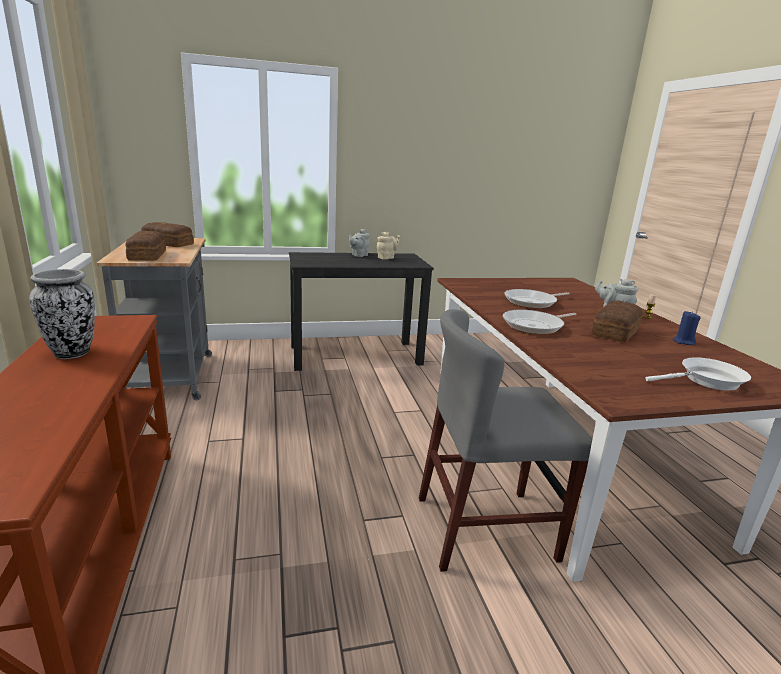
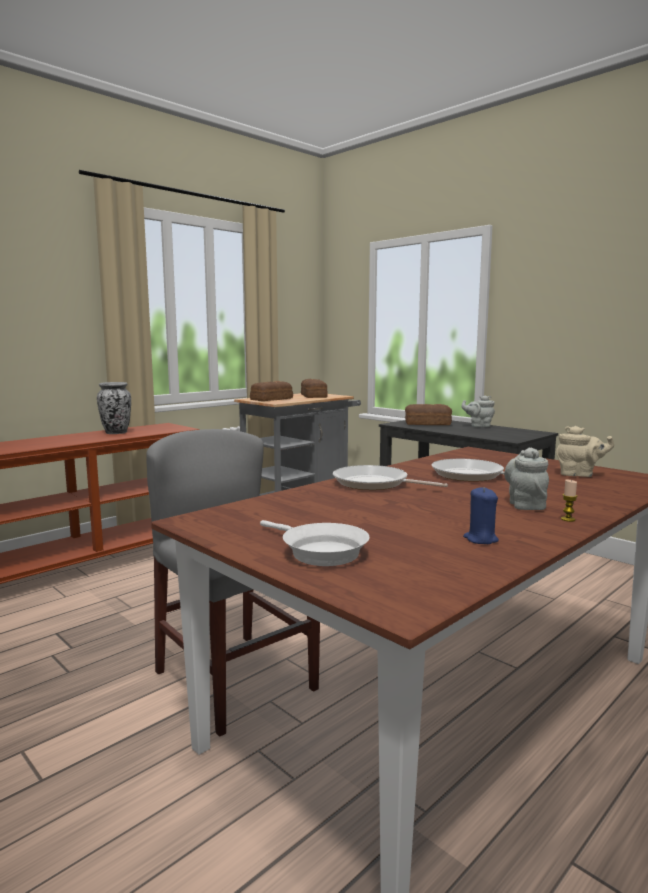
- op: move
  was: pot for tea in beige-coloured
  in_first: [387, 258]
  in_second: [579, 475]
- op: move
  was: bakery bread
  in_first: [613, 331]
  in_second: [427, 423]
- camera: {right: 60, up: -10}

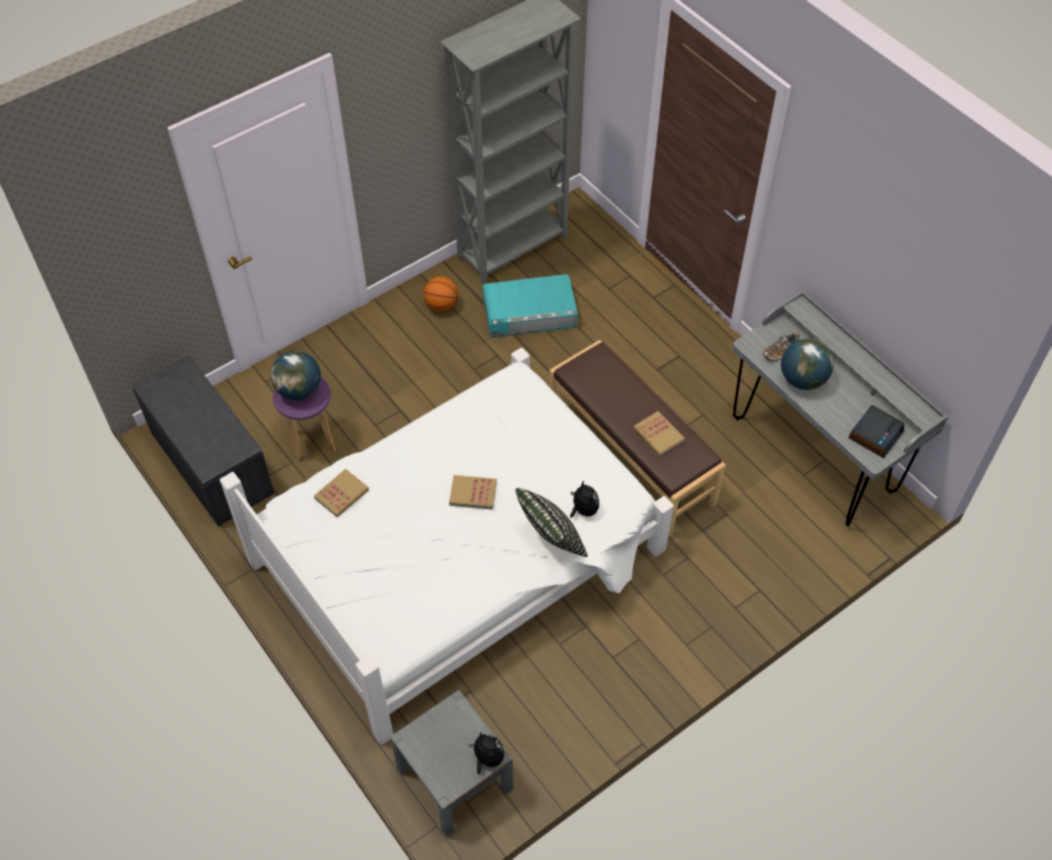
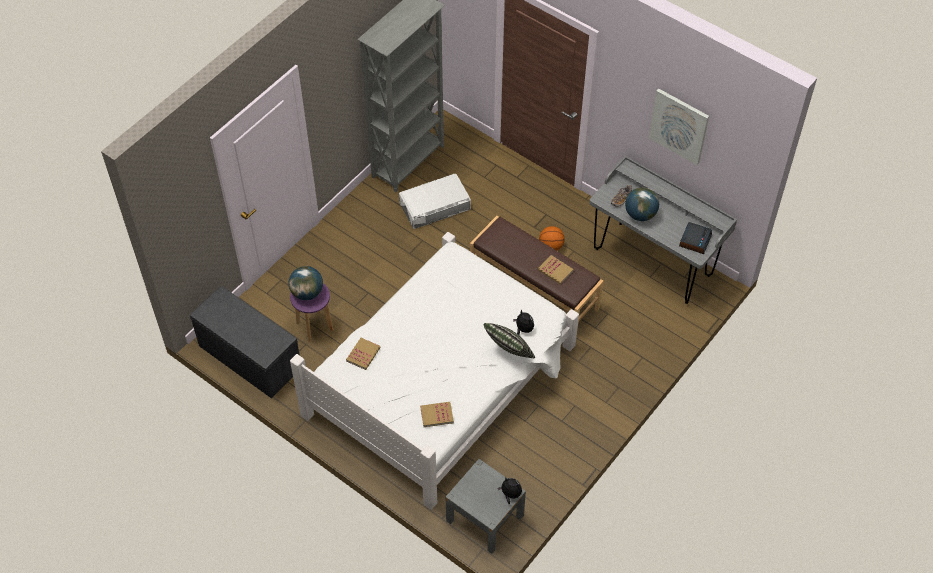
- op: recolor
  was: storage bin in turquoise-coloured
  now: storage bin in white-coloured
  in_first: [529, 312]
  in_second: [434, 205]
- op: move
  was: basketball
  in_first: [441, 305]
  in_second: [551, 246]
- op: move
  was: bound book
  in_first: [473, 493]
  in_second: [436, 415]
- op: insert
  now: wall picture
  in_second: [679, 126]
- camera: {right: -15, up: 0}

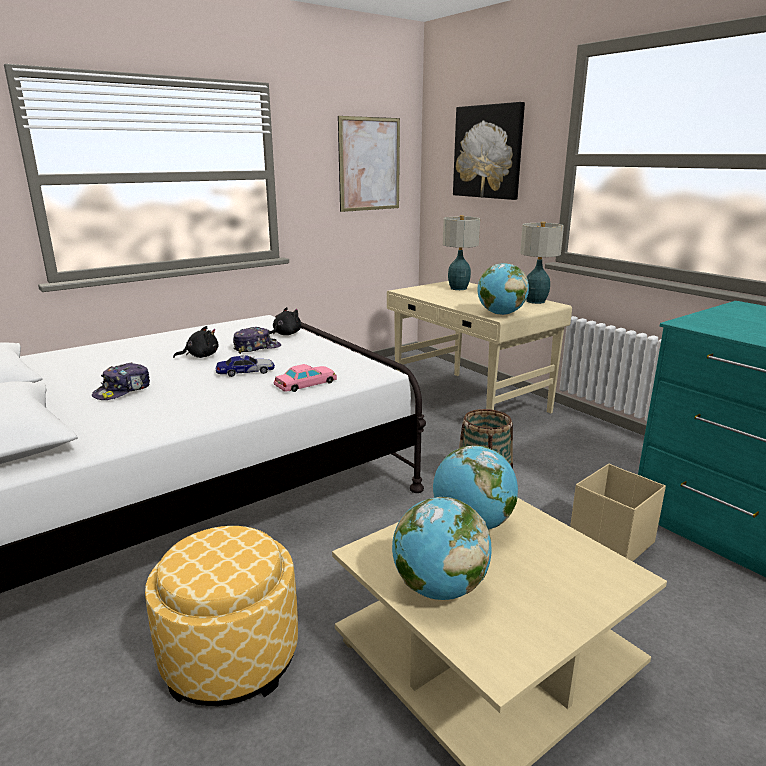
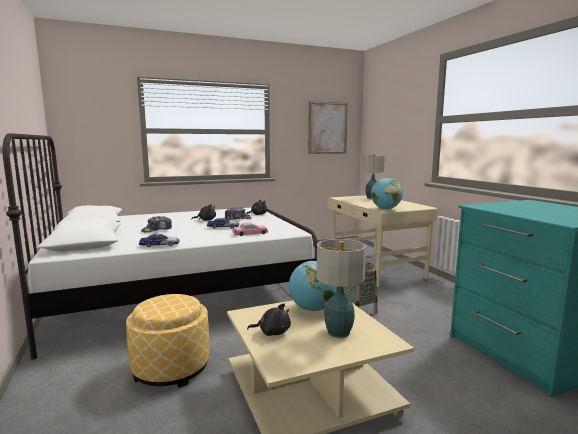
- op: delete
  was: wall picture
  in_first: [488, 152]
- op: move
  was: tabletop lamp
  in_first: [535, 301]
  in_second: [338, 332]
- op: delete
  was: storage bin in beige-coloured
  in_first: [610, 542]
- op: replace
  was: world globe
  now: plush toy in blackish
  in_first: [439, 588]
  in_second: [272, 332]
- op: insert
  now: model car
  in_second: [159, 245]
- camera: {right: 15, up: -10}

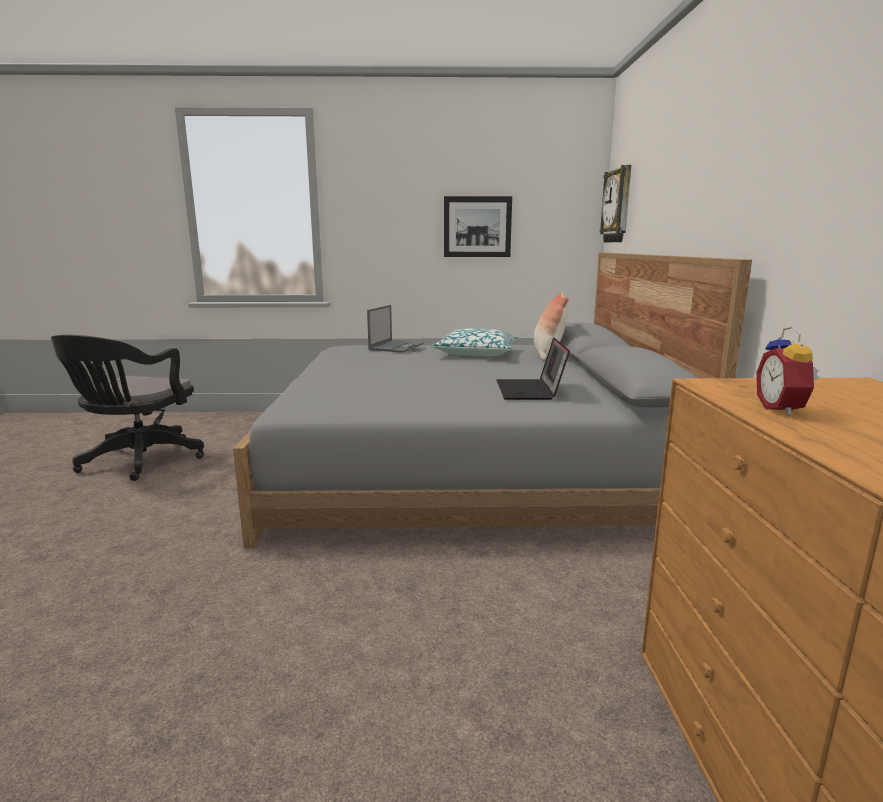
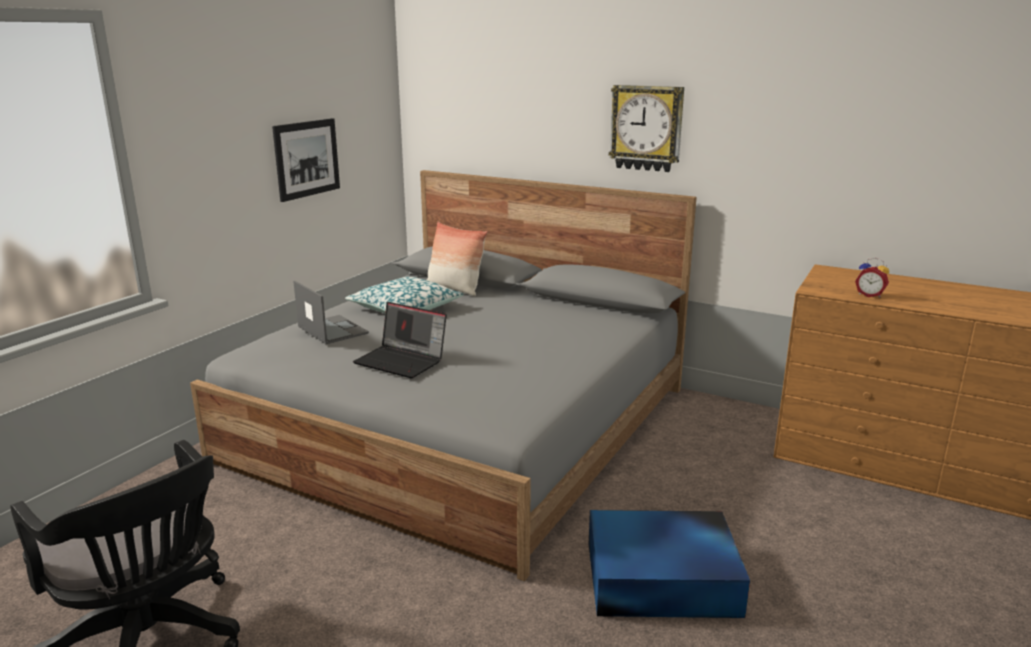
- op: move
  was: clock on the wall
  in_first: [618, 206]
  in_second: [646, 128]
- op: move
  was: portable computer
  in_first: [530, 391]
  in_second: [402, 361]
- op: insert
  now: storage bin in bluish
  in_second: [664, 579]
- camera: {right: -60, up: 5}

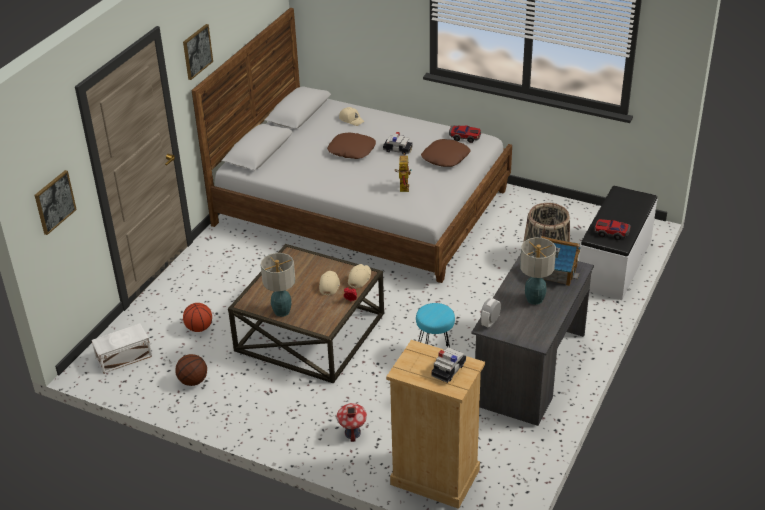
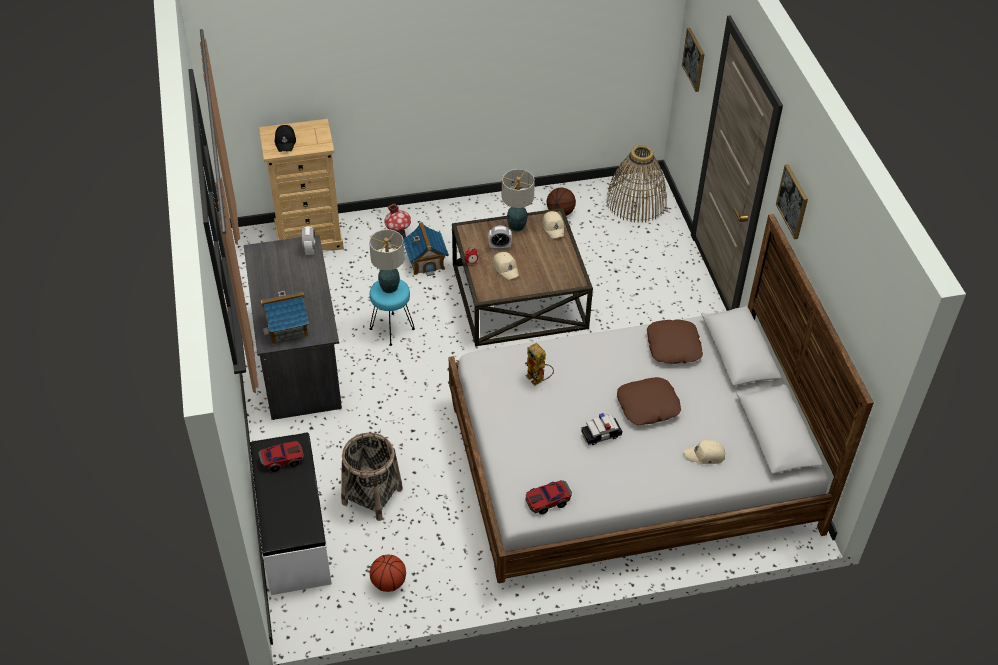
- op: move
  was: cushion in brownish
  in_first: [445, 157]
  in_second: [674, 346]
- op: move
  was: tabletop lamp
  in_first: [534, 300]
  in_second: [389, 287]
- op: move
  was: cap in beige-coloured
  in_first: [359, 278]
  in_second: [553, 227]
- op: move
  was: basketball
  in_first: [199, 328]
  in_second: [389, 582]
- op: replace
  was: storage bin in white-coloured
  now: household basket
  in_first: [123, 357]
  in_second: [636, 202]
- op: replace
  was: model car
  now: cap in blackish
  in_first: [448, 370]
  in_second: [285, 141]
- op: insert
  now: model house
  in_second: [426, 261]
- op: insert
  now: table clock
  in_second: [499, 246]
- camera: {right: 140, up: 10}

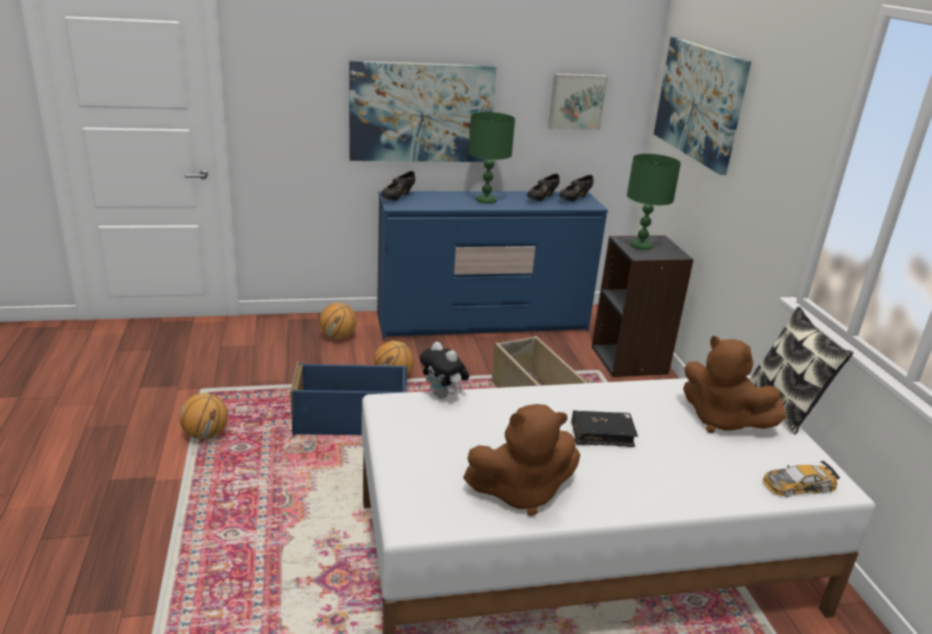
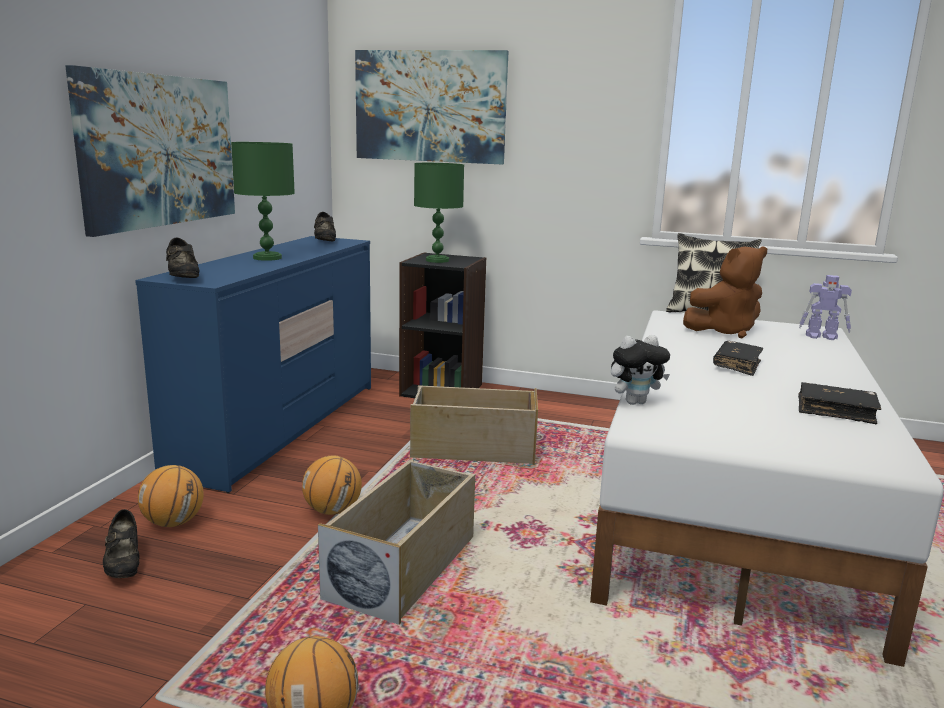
- op: delete
  was: wall picture
  in_first: [576, 101]
- op: move
  was: shoe in blackish
  in_first: [541, 199]
  in_second: [124, 565]
- op: recolor
  was: storage bin in bluish
  now: storage bin in beige-coloured
  in_first: [351, 420]
  in_second: [404, 566]
- op: replace
  was: plush toy in brownish
  now: bound book in blackish
  in_first: [521, 492]
  in_second: [836, 411]
- op: replace
  was: model car
  now: model robot
  in_first: [797, 485]
  in_second: [822, 337]
- camera: {right: -60, up: -10}

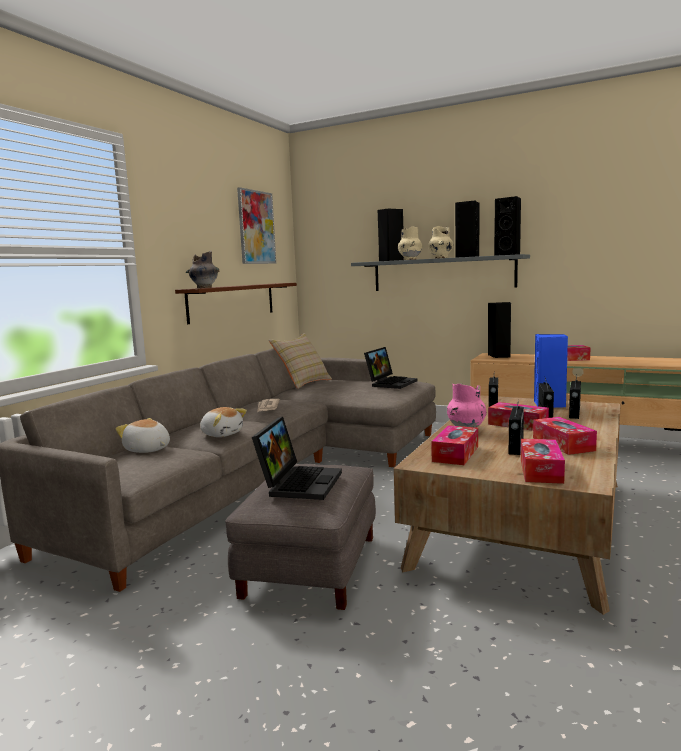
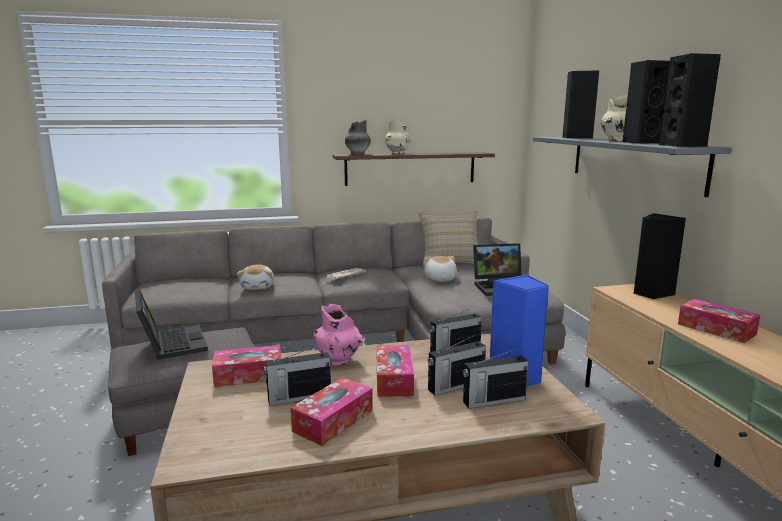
- op: delete
  was: wall picture
  in_first: [256, 227]
- op: move
  was: decorative vase in beige-coloured
  in_first: [410, 259]
  in_second: [397, 153]
- op: rotate
  was: portable computer
  in_first: [299, 483]
  in_second: [171, 343]
  clockwise: -90
- op: move
  was: plush toy
  in_first: [147, 450]
  in_second: [440, 279]
- op: delete
  was: tissue box
  in_first: [541, 470]
- camera: {right: 50, up: 5}

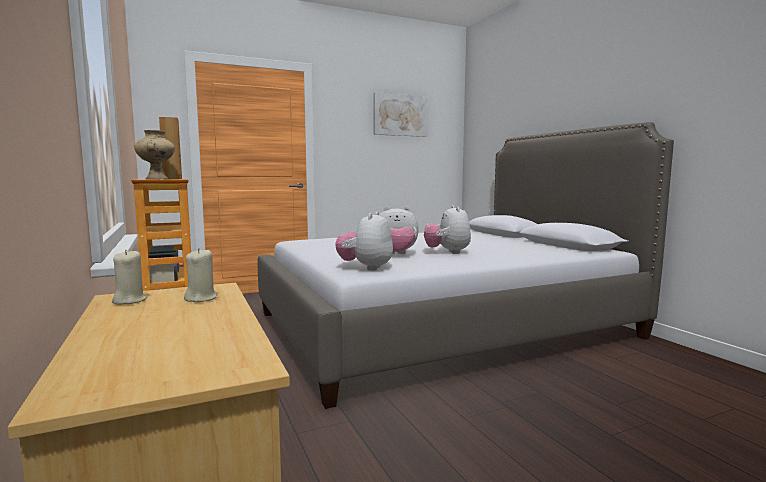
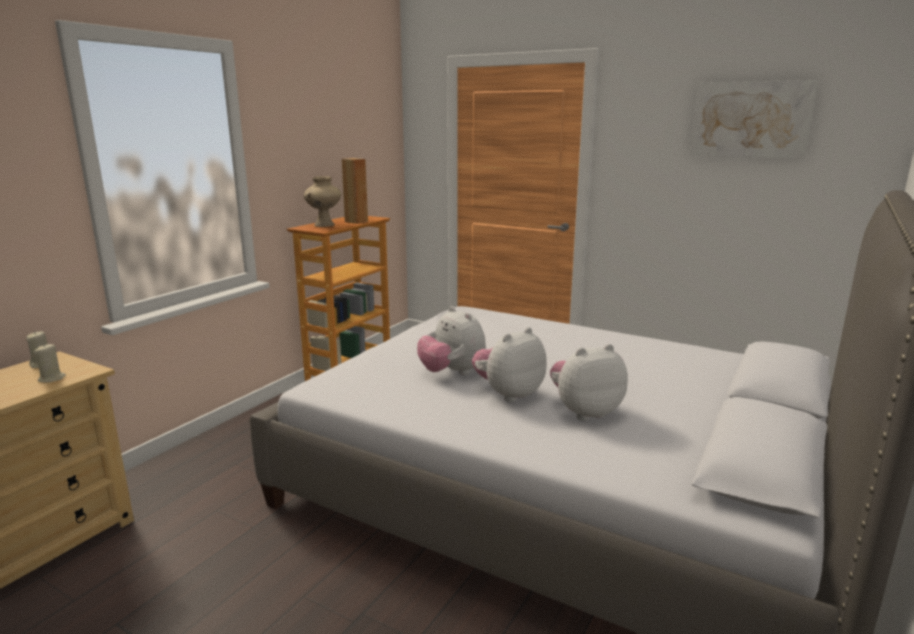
- op: move
  was: plush toy
  in_first: [366, 268]
  in_second: [584, 412]
- camera: {right: 55, up: 10}

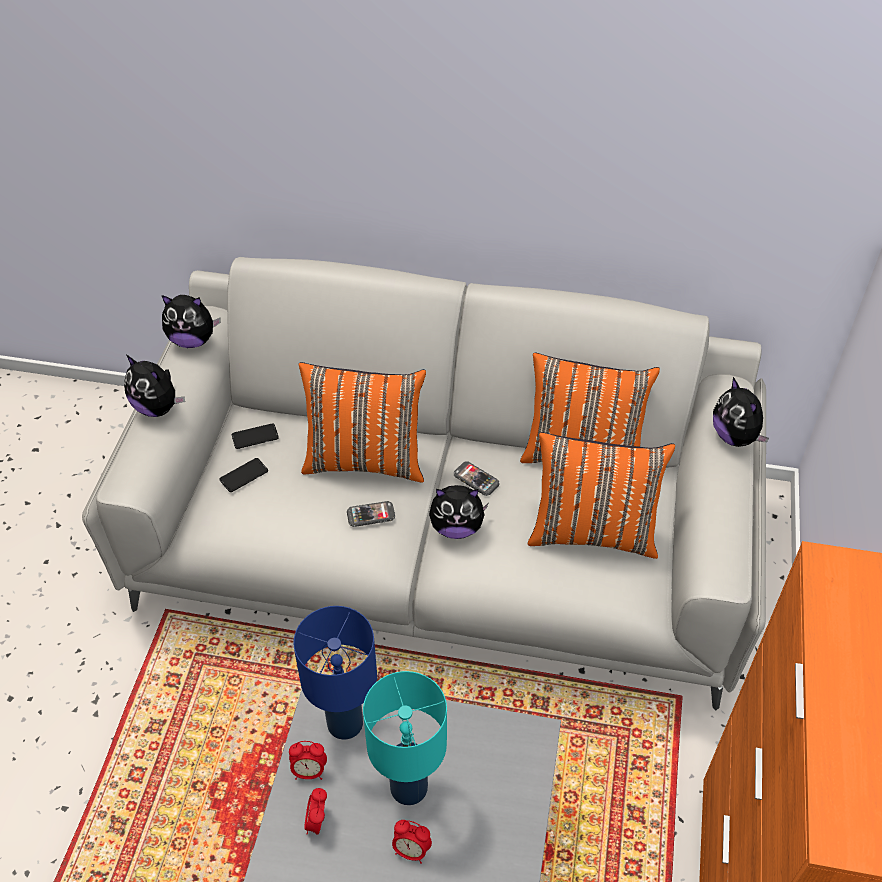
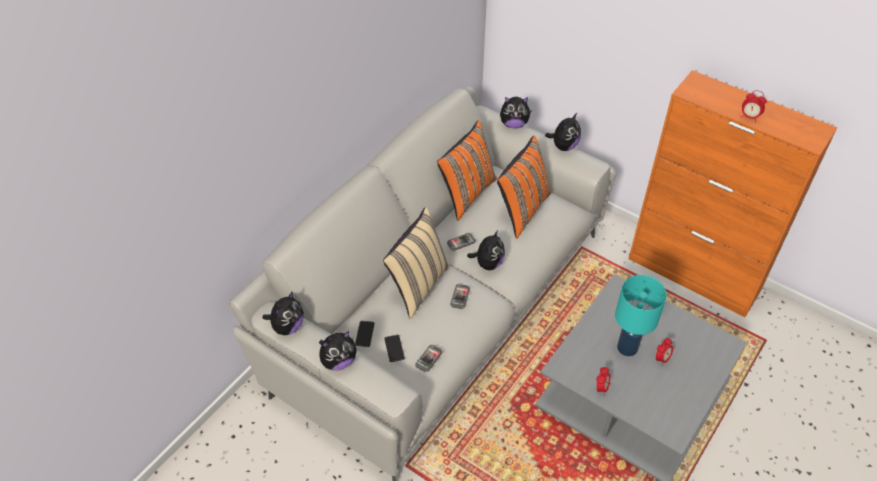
- op: recolor
  was: cushion in orange-coloured
  now: cushion in beige-coloured
  in_first: [365, 460]
  in_second: [417, 286]
- op: delete
  was: tabletop lamp in bluish
  in_first: [346, 722]
- op: move
  was: table clock
  in_first: [317, 822]
  in_second: [749, 117]
- op: insert
  now: plush toy
  in_second: [563, 146]
- op: insert
  now: phone
  in_second: [428, 359]
- camera: {right: -65, up: 0}

